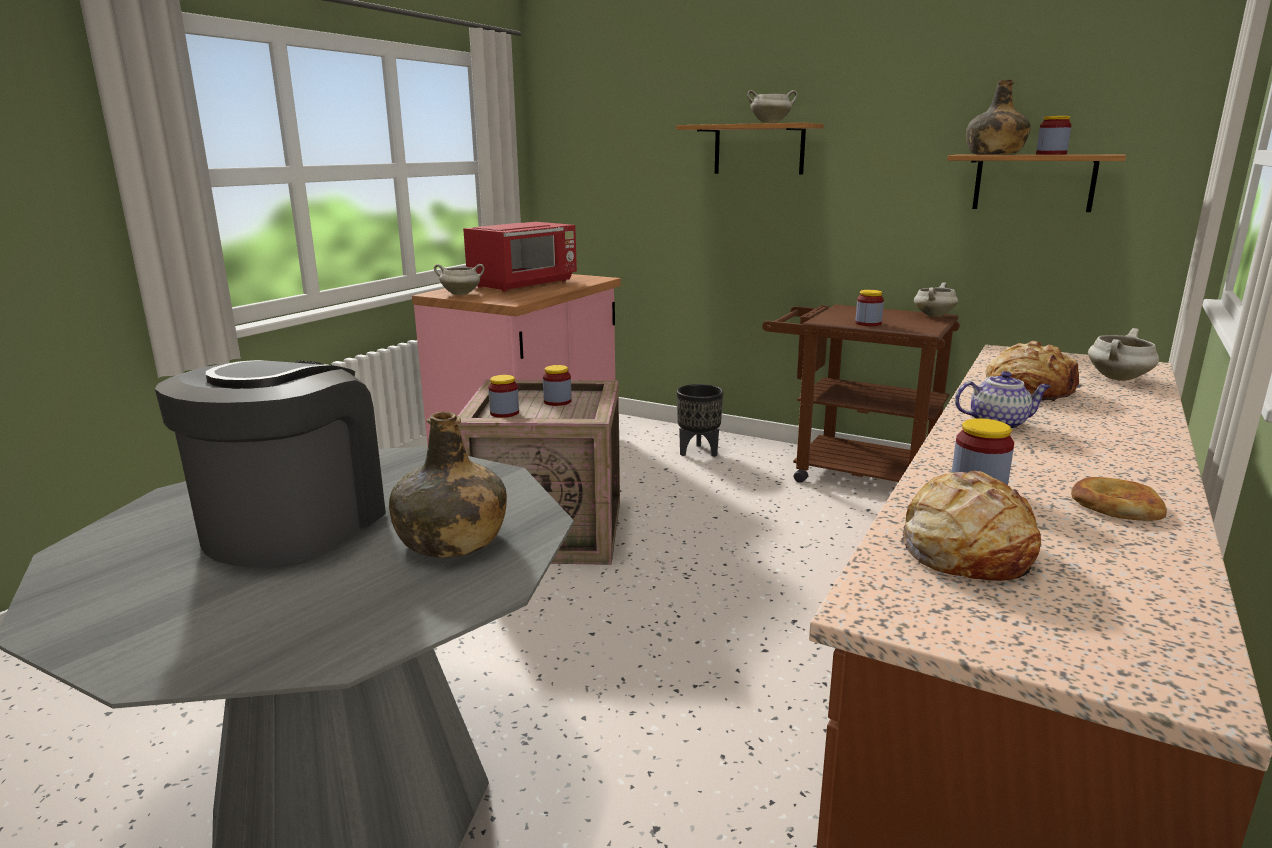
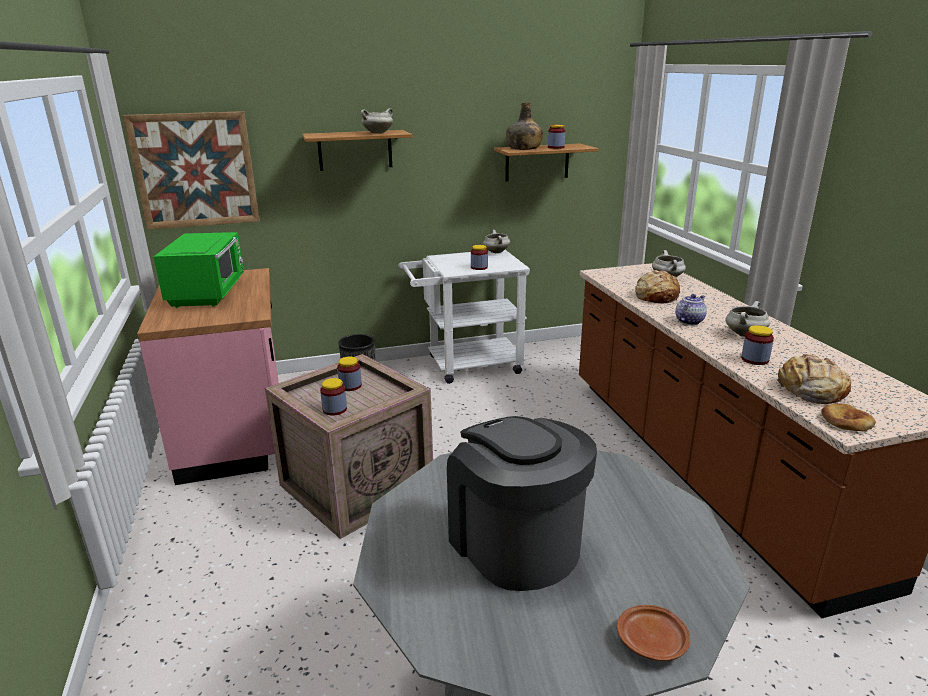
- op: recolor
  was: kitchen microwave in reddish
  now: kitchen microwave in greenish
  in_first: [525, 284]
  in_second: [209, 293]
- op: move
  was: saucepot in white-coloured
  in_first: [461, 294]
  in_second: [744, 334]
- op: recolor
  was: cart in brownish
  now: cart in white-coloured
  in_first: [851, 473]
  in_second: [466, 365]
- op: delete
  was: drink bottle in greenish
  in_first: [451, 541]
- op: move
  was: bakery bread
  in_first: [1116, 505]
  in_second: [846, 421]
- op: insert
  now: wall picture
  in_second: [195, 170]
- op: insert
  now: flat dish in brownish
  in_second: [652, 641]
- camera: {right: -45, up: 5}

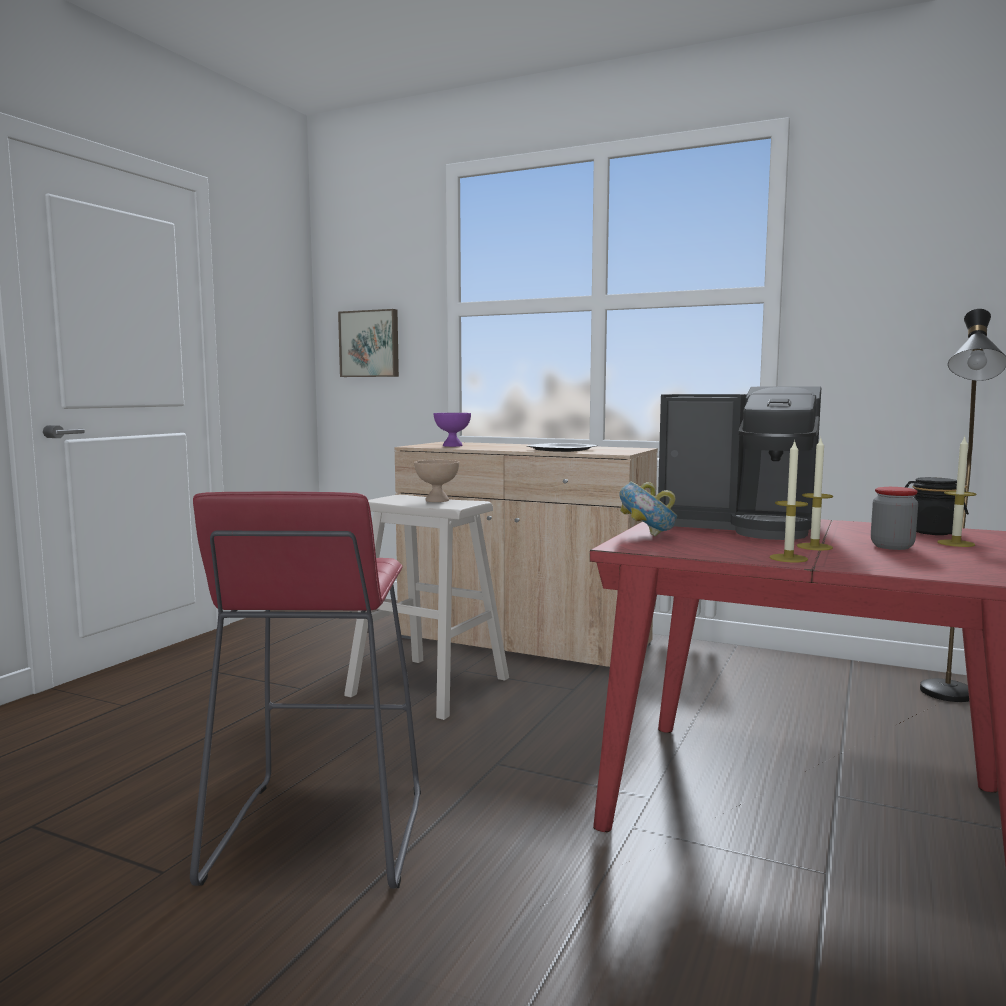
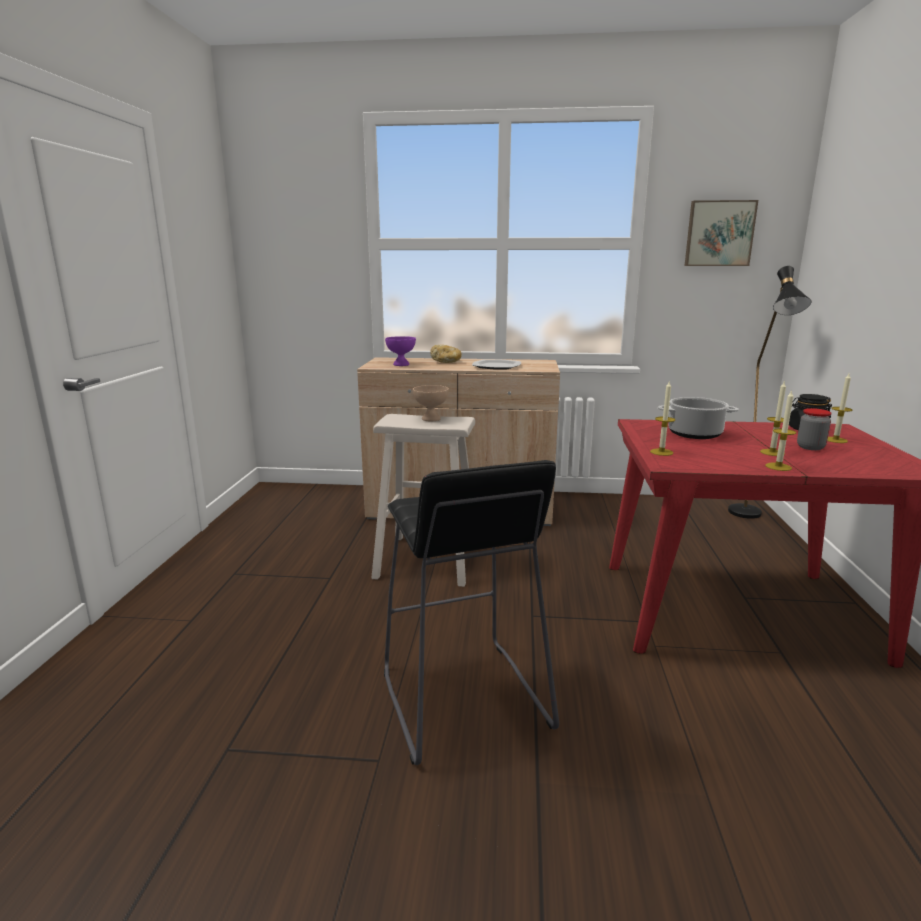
- op: move
  was: wall picture
  in_first: [370, 344]
  in_second: [719, 233]
- op: replace
  was: coffee machine
  now: saucepot
  in_first: [740, 525]
  in_second: [695, 434]
- op: replace
  was: serving bowl
  now: wax light
  in_first: [648, 536]
  in_second: [661, 452]
- op: recolor
  was: sitting stool in reddish
  now: sitting stool in blackish
  in_first: [317, 834]
  in_second: [462, 700]
- op: insert
  now: bakery bread
  in_second: [446, 362]
- camera: {right: -20, up: 10}

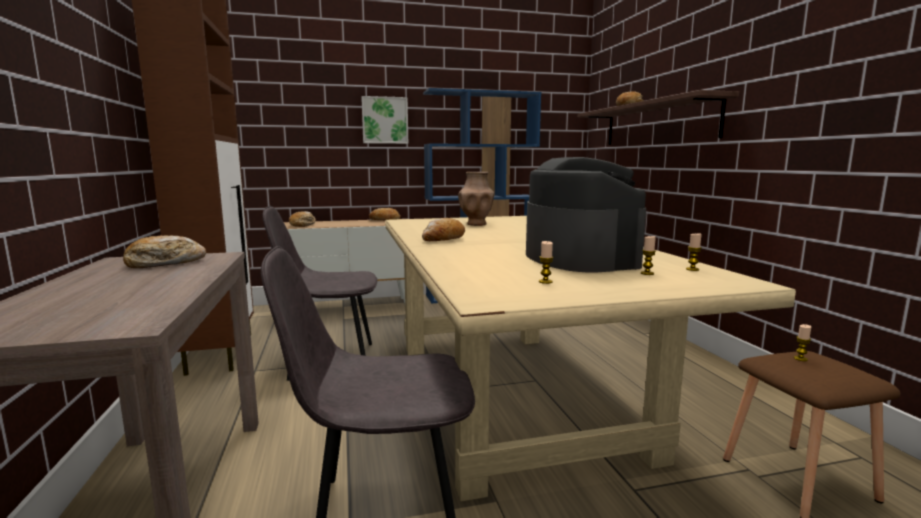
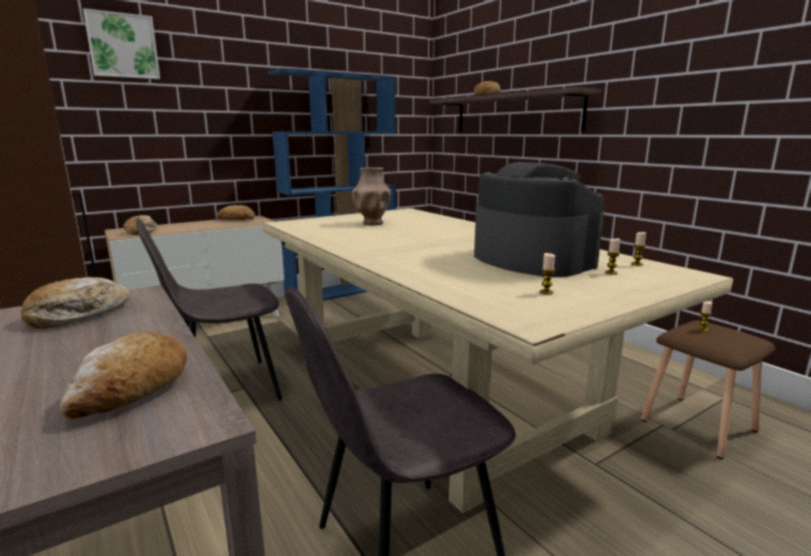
- op: move
  was: wall picture
  in_first: [385, 120]
  in_second: [123, 46]
- op: move
  was: bakery bread
  in_first: [443, 239]
  in_second: [131, 390]
- camera: {right: -20, up: 5}

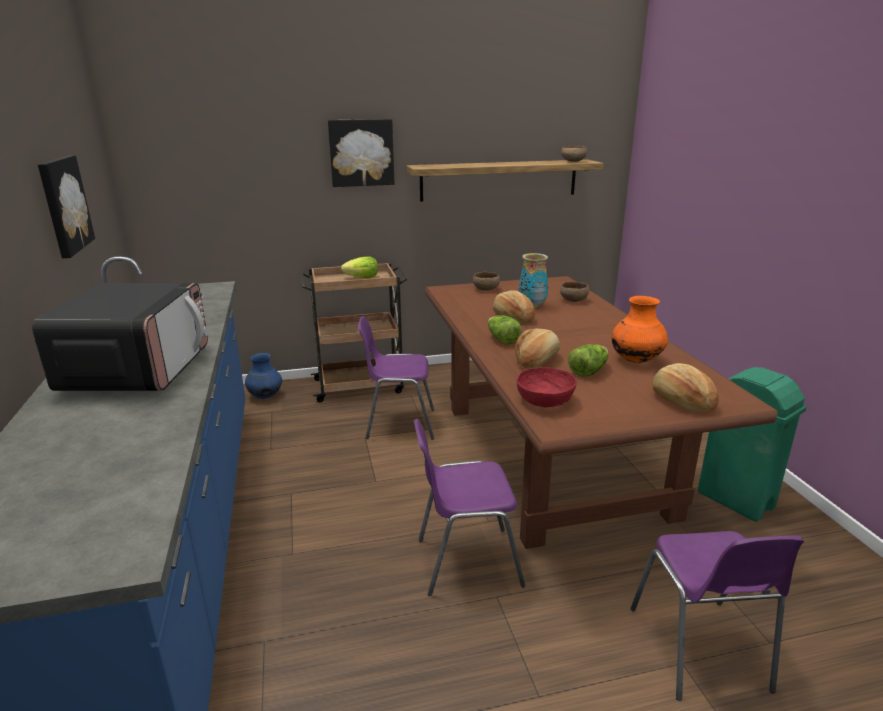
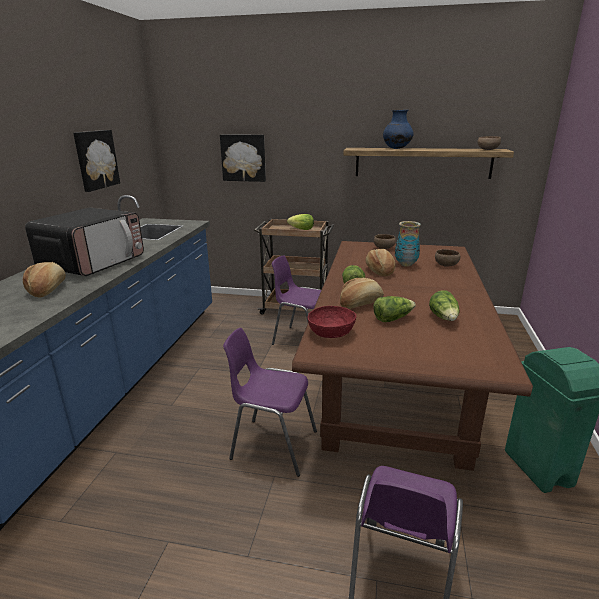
- op: move
  was: wall picture
  in_first: [361, 152]
  in_second: [243, 158]
- op: replace
  was: decorative vase in orange-coloured
  now: lettuce
  in_first: [636, 360]
  in_second: [444, 318]
- op: move
  was: decorative vase in bluish
  in_first: [265, 396]
  in_second: [396, 148]
- op: move
  was: bakery bread
  in_first: [681, 401]
  in_second: [48, 289]
- camera: {right: 25, up: 0}

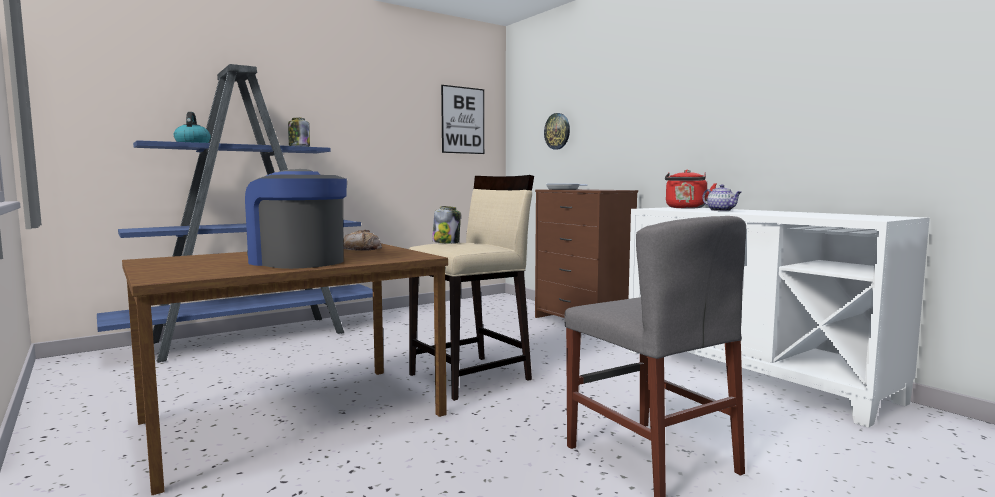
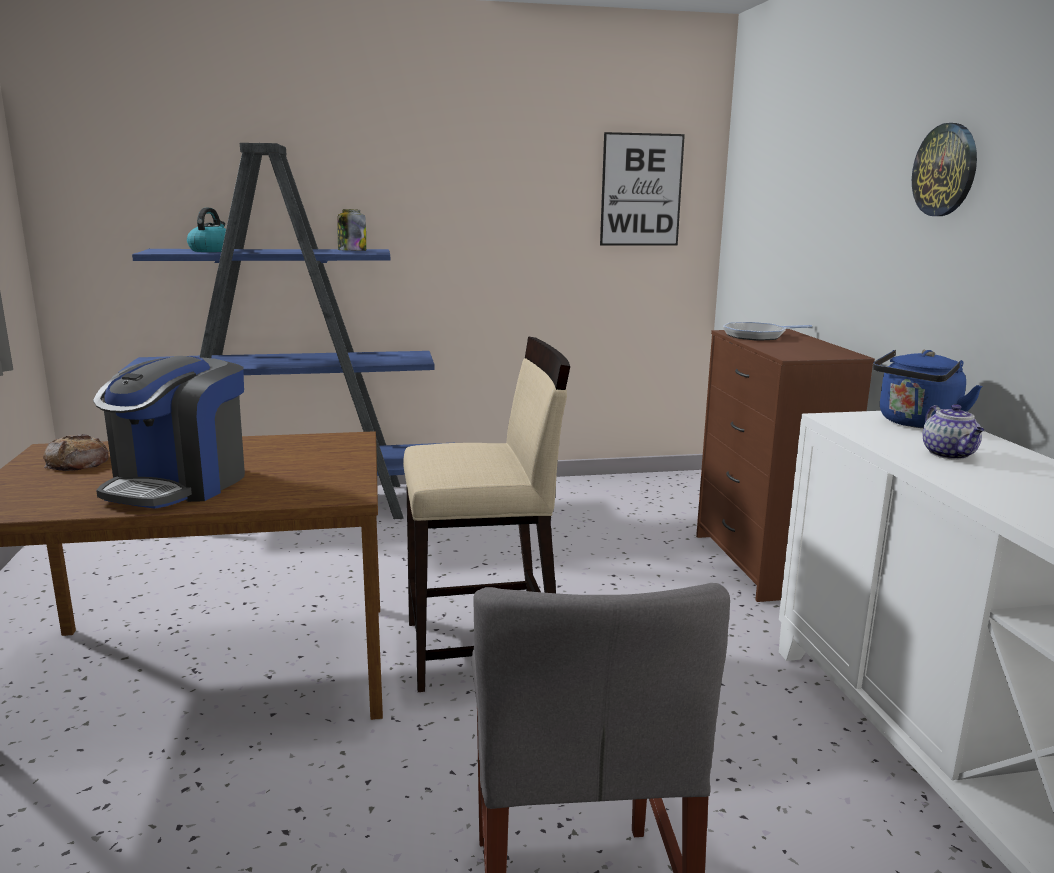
- op: move
  was: clock on the wall
  in_first: [557, 131]
  in_second: [945, 170]
- op: rotate
  was: coffee machine
  in_first: [296, 261]
  in_second: [179, 484]
  clockwise: -135
- op: recolor
  was: kettle in reddish
  now: kettle in bluish
  in_first: [686, 208]
  in_second: [916, 423]
- op: delete
  was: preserve jar
  in_first: [446, 242]
- op: move
  was: bakery bread
  in_first: [361, 248]
  in_second: [78, 462]
- camera: {right: 25, up: 10}

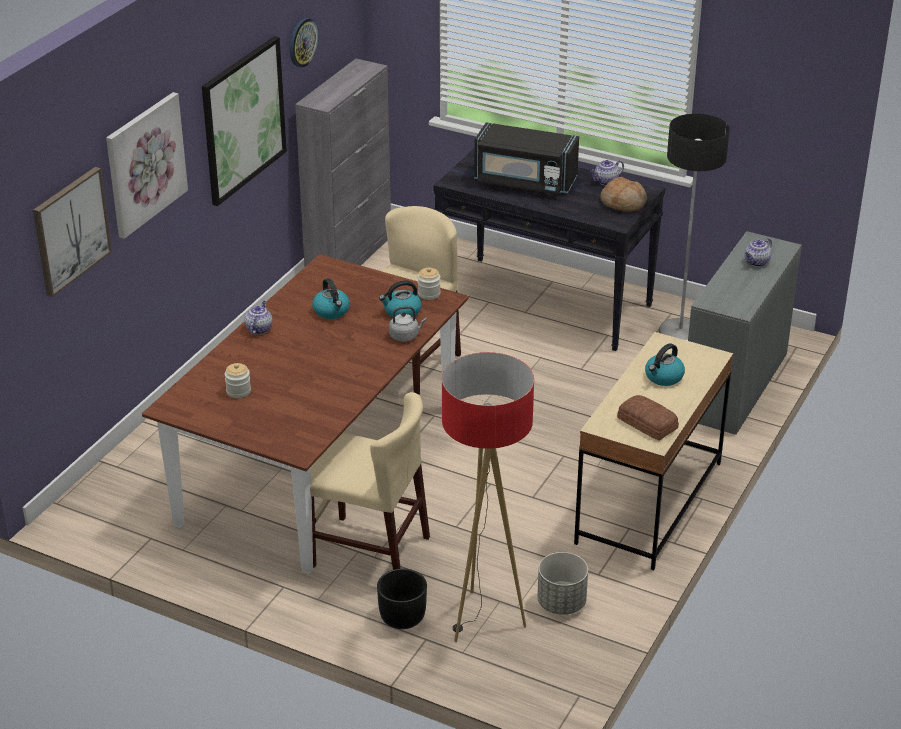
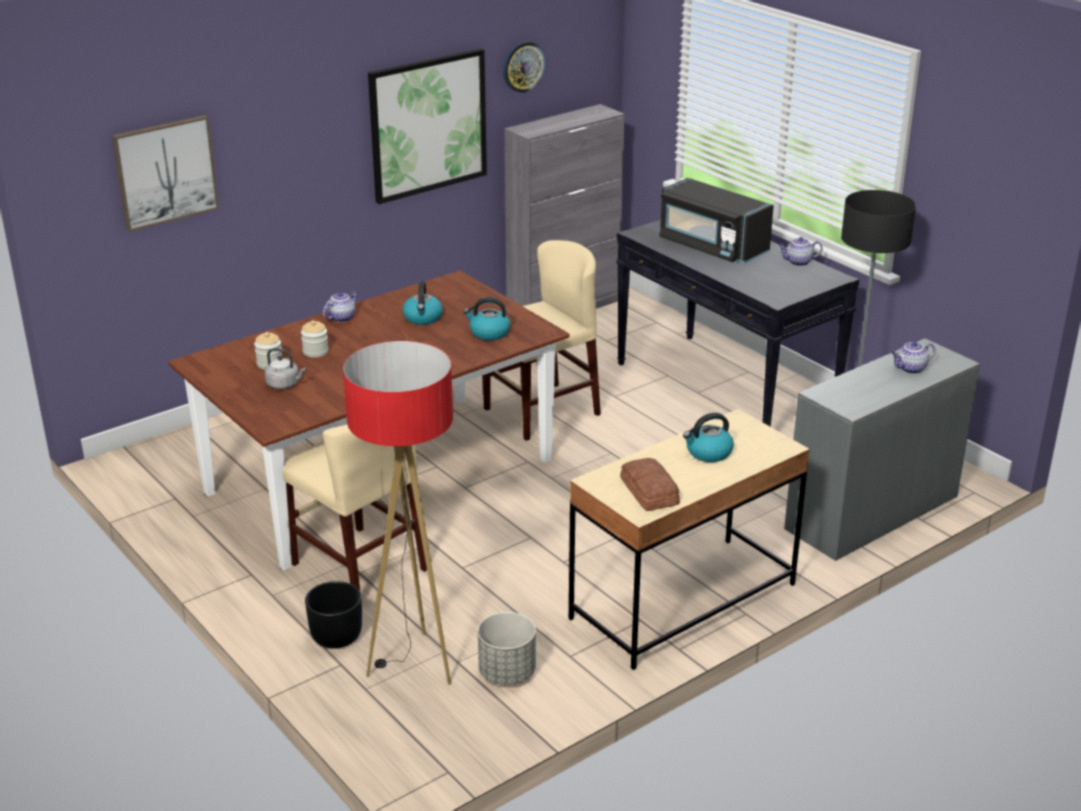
- op: delete
  was: wall picture
  in_first: [144, 164]
- op: delete
  was: bakery bread
  in_first: [623, 203]
- op: move
  was: preserve jar
  in_first: [429, 294]
  in_second: [315, 352]
- op: move
  was: kettle in gray
  in_first: [405, 336]
  in_second: [285, 384]
- camera: {right: 25, up: -5}

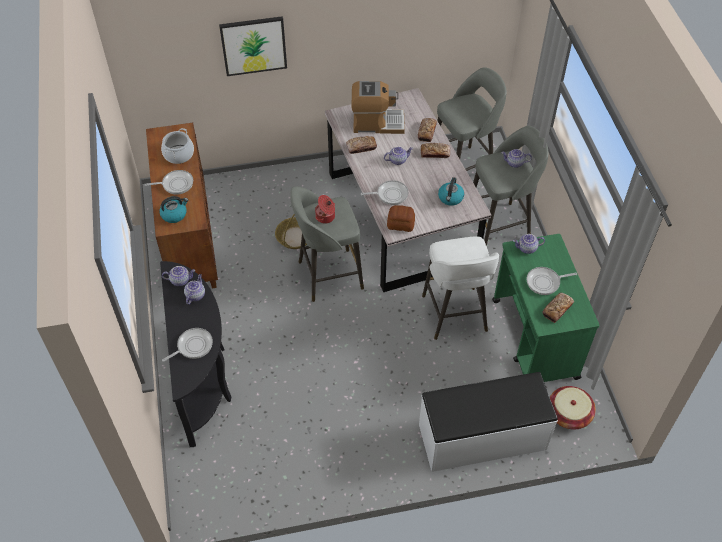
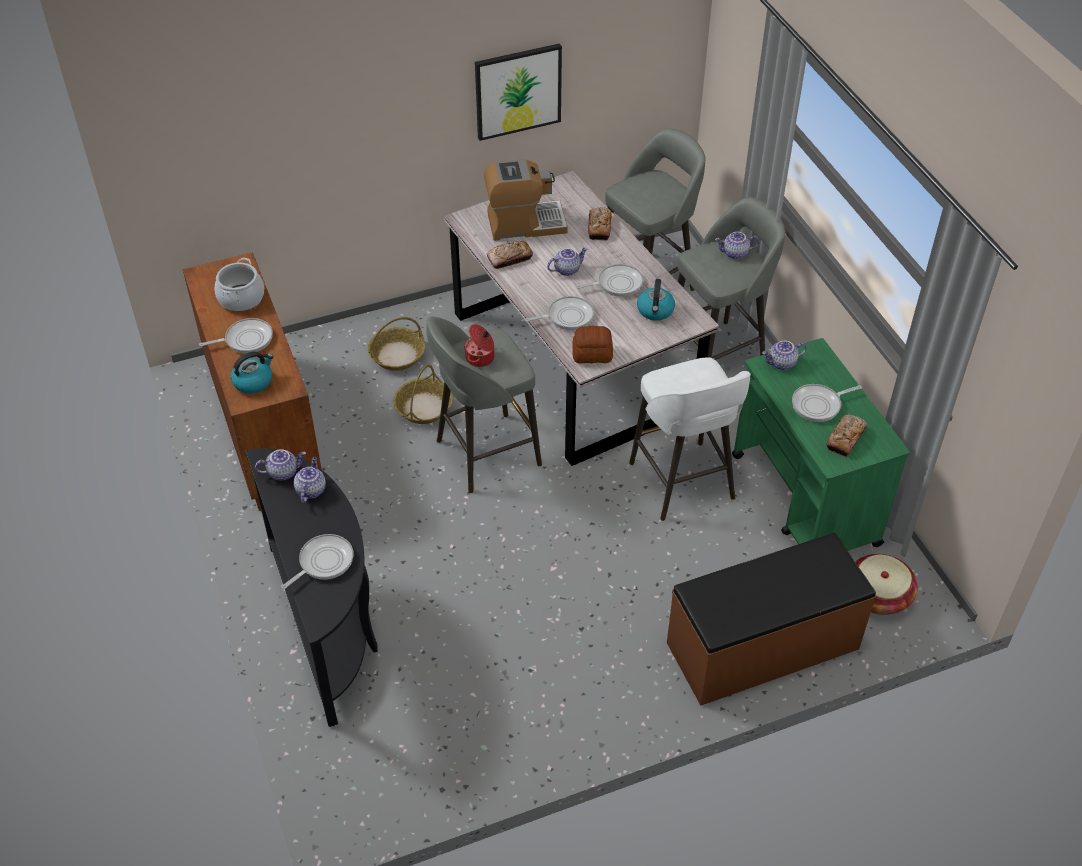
- op: move
  was: wall picture
  in_first: [253, 45]
  in_second: [518, 91]
- op: delete
  was: bakery bread
  in_first: [435, 153]
- op: recolor
  was: long seat in white-coloured
  now: long seat in brownish
  in_first: [482, 438]
  in_second: [763, 647]
- op: insert
  now: skillet
  in_second: [617, 284]
- op: insert
  now: household basket
  in_second: [397, 355]
- camera: {right: -10, up: -5}

